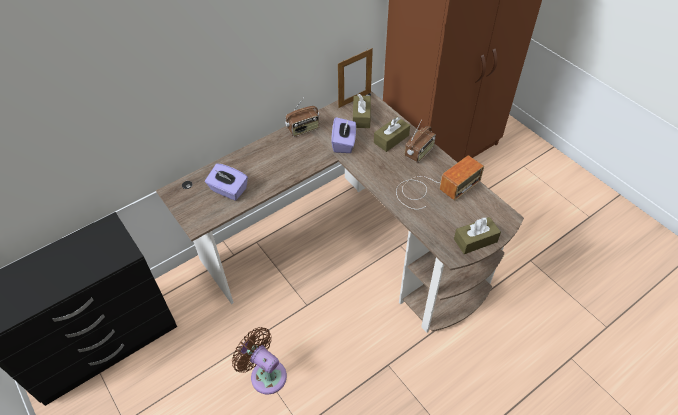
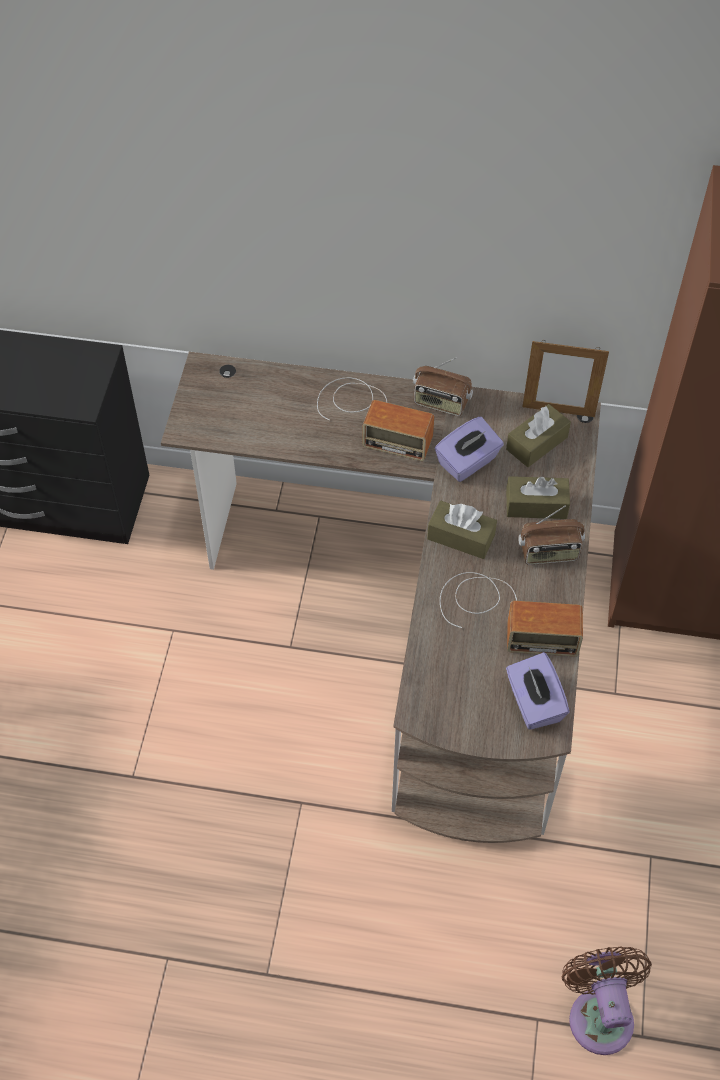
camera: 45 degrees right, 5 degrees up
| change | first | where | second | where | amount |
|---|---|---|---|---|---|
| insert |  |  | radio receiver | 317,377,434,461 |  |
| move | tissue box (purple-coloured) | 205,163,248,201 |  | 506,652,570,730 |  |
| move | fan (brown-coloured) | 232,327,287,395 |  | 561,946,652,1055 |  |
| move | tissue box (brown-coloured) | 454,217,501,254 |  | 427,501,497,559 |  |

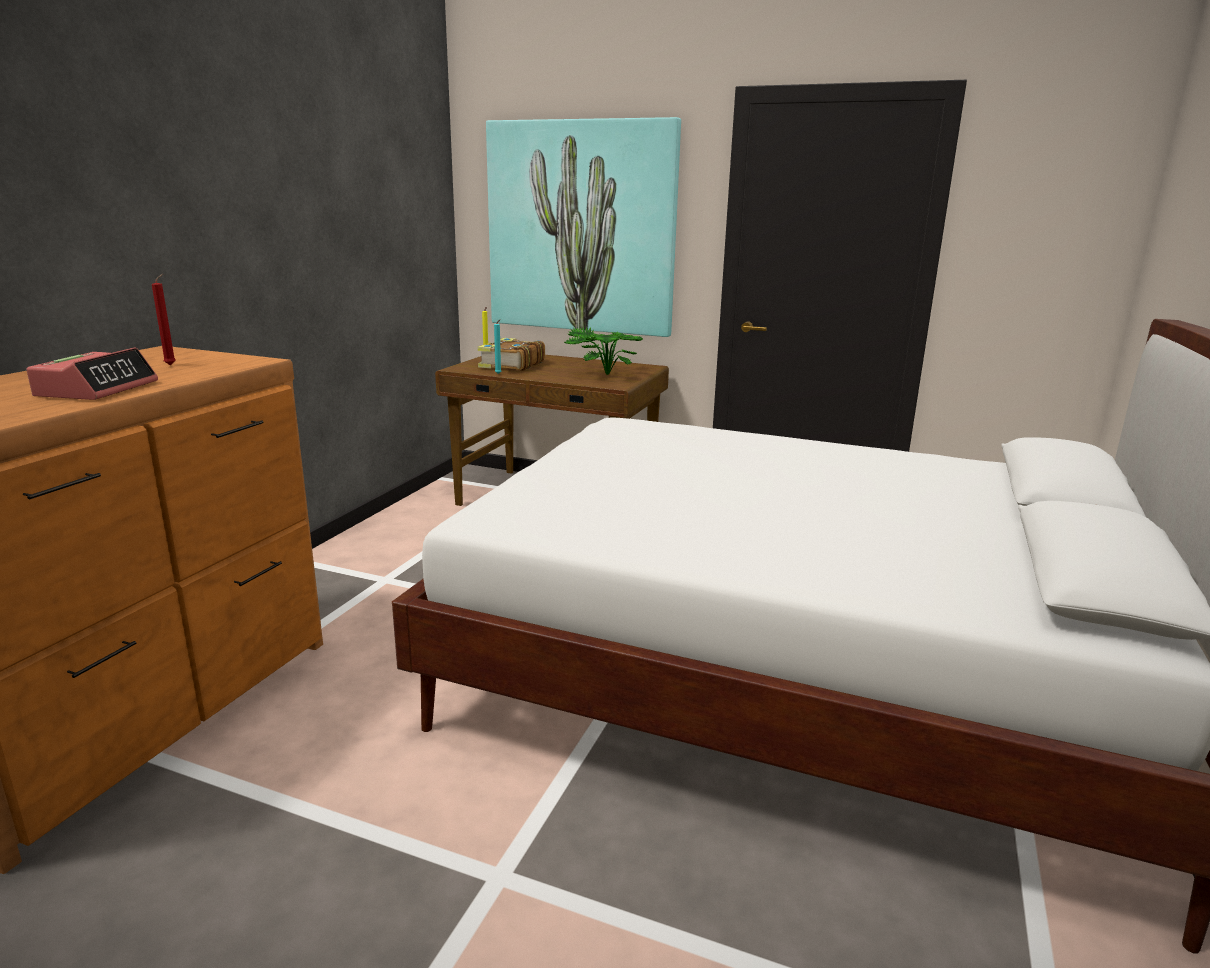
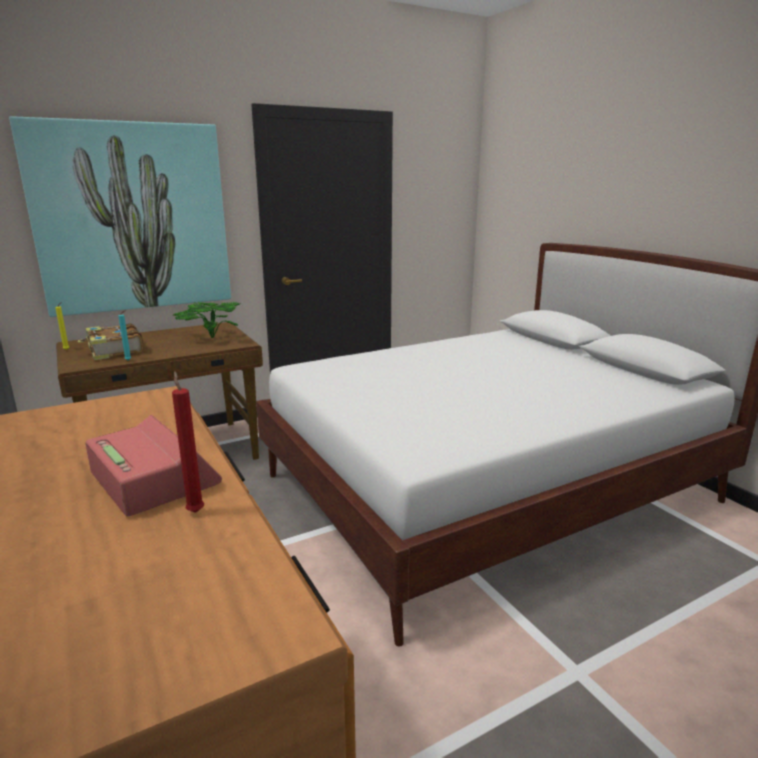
camera: 50 degrees left, 0 degrees up
| change | first | where | second | where | amount |
|---|---|---|---|---|---|
| move | candle (red) | 152,274,176,365 |  | 172,372,204,513 |  |

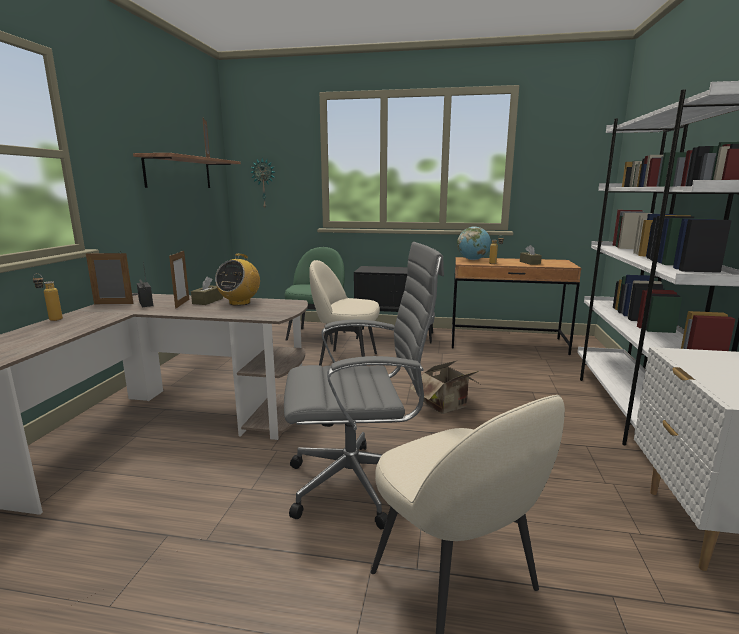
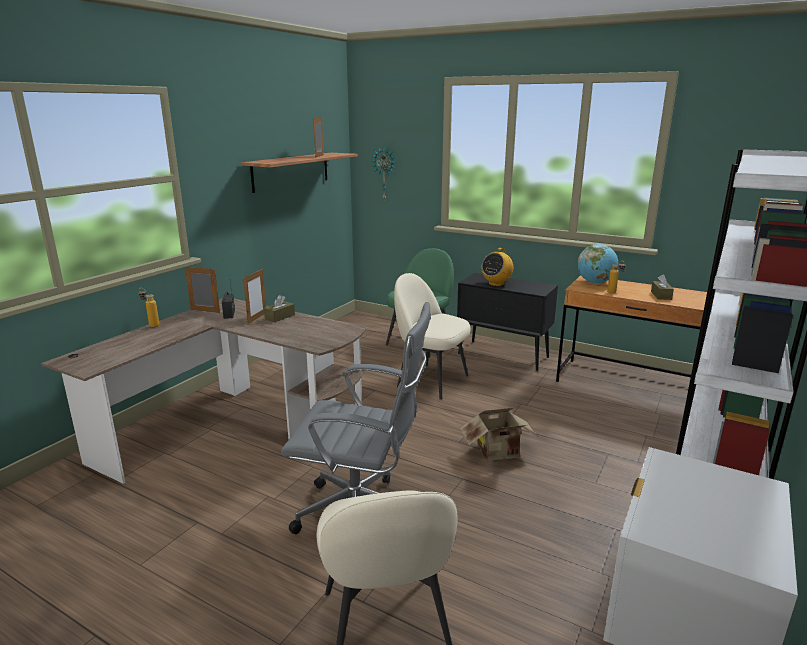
camera: 20 degrees right, 5 degrees up
| change | first | where | second | where | amount |
|---|---|---|---|---|---|
| move | radio receiver | 215,254,260,306 |  | 481,248,513,286 |  |

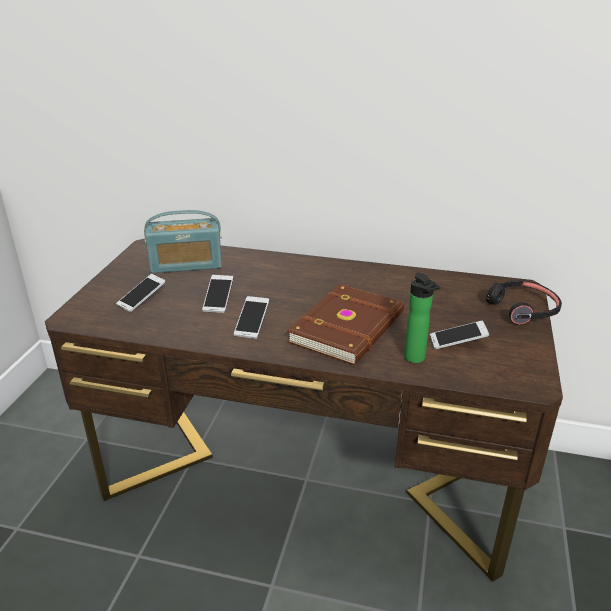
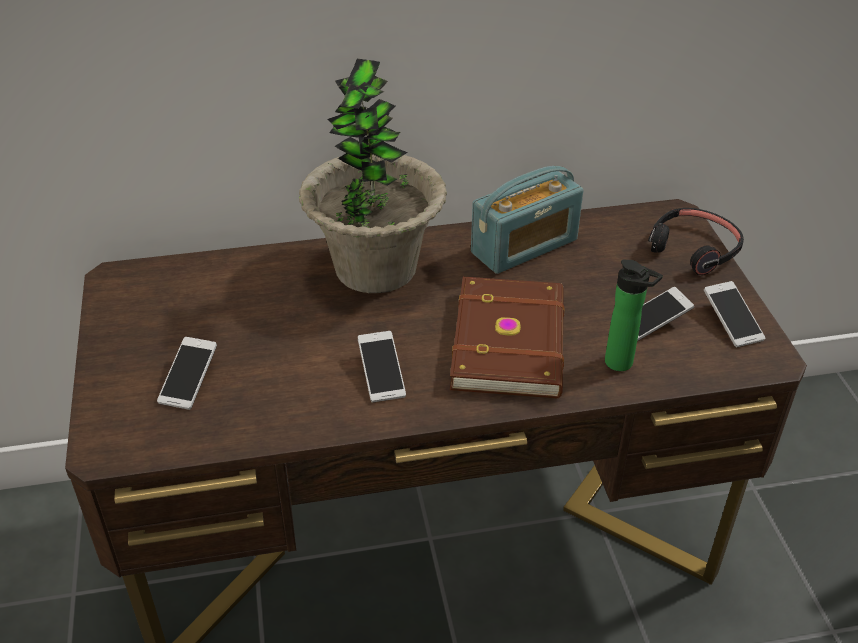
camera: 25 degrees left, 10 degrees up
| change | first | where | second | where | amount |
|---|---|---|---|---|---|
| insert |  |  | plant in a pot | 299,59,447,293 |  |
| move | radio receiver | 144,210,222,273 |  | 471,166,583,274 |  |
| move | handset | 202,275,233,313 |  | 704,281,765,347 |  |

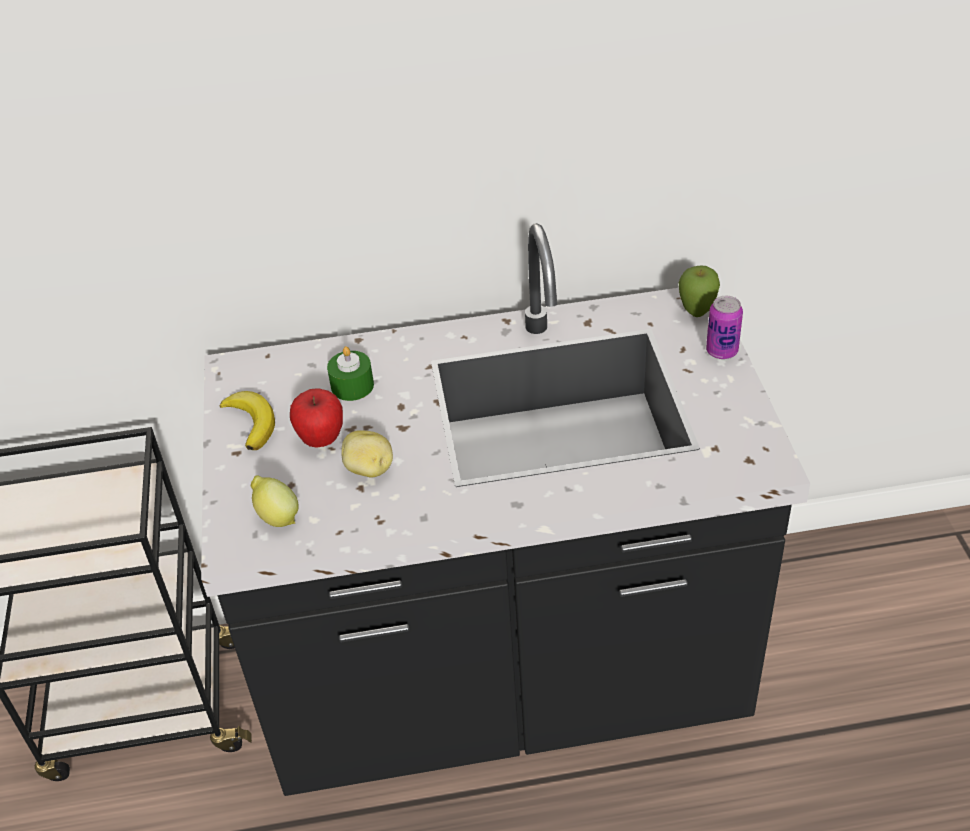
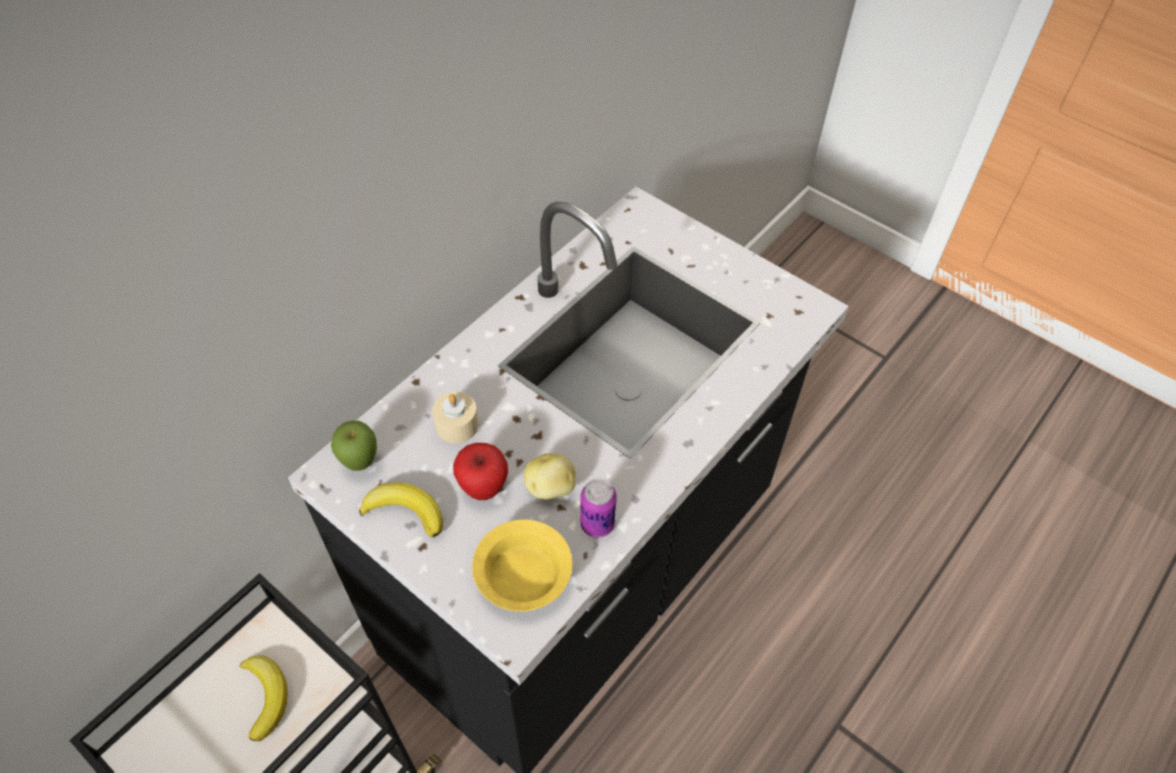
camera: 45 degrees left, 10 degrees up
| change | first | where | second | where | amount |
|---|---|---|---|---|---|
| insert |  |  | banana | 239,655,288,741 |  |
| move | whole apple | 678,265,720,317 |  | 331,421,377,471 |  |
| move | can | 706,296,743,359 |  | 580,479,617,538 |  |
| replace | whole lemon | 251,475,299,527 | serving bowl (yellowish) | 472,520,572,611 |  |
| recolor | candle (green-coloured) | 327,346,374,401 | candle (sand-coloured) | 432,392,479,443 |  |

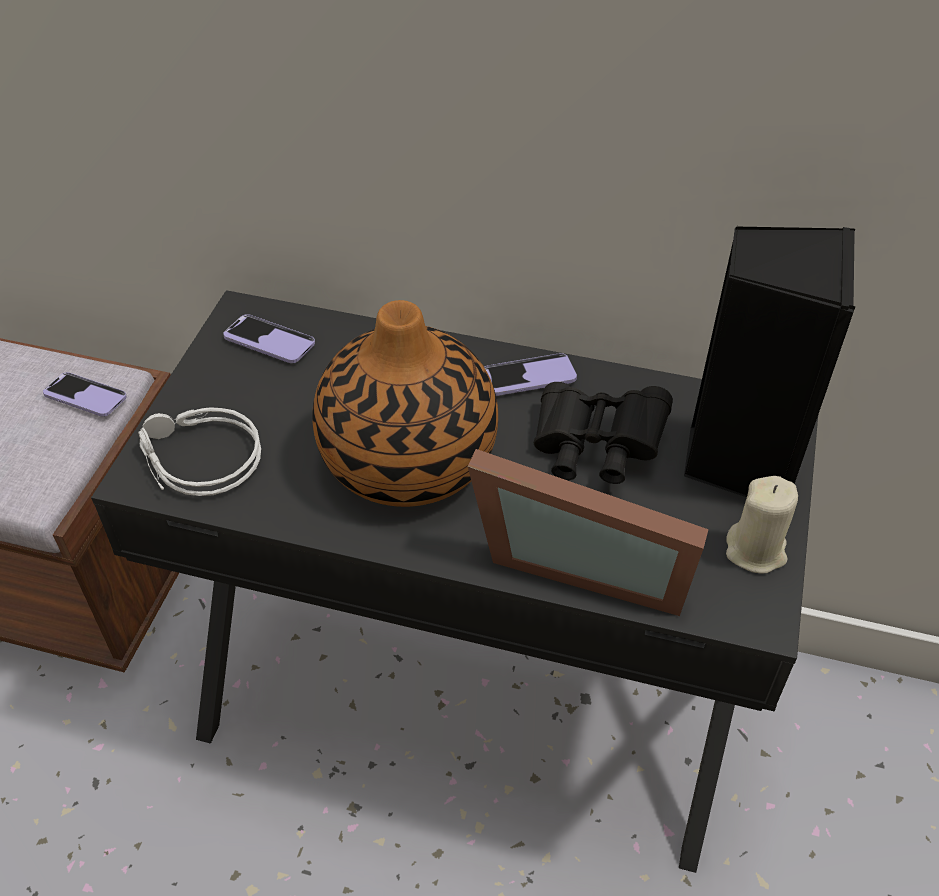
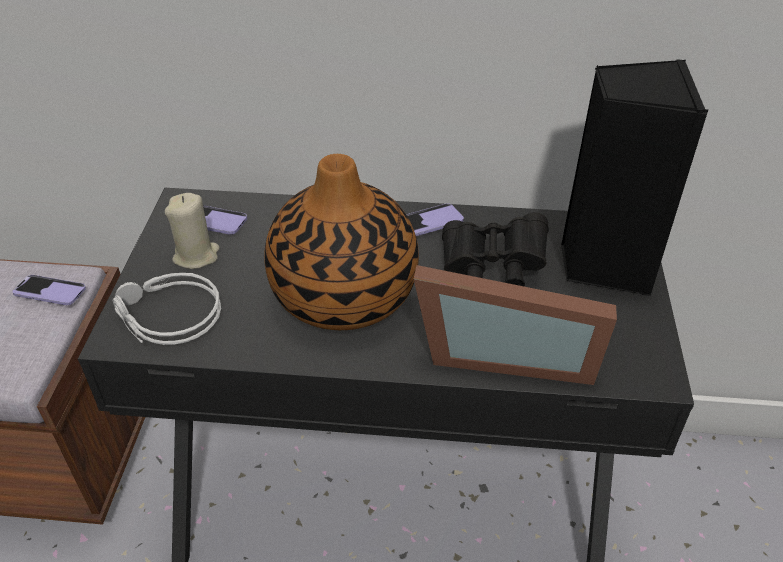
camera: 10 degrees left, 5 degrees down
| change | first | where | second | where | amount |
|---|---|---|---|---|---|
| move | candle (sand-coloured) | 726,476,798,573 |  | 165,193,220,269 |  |

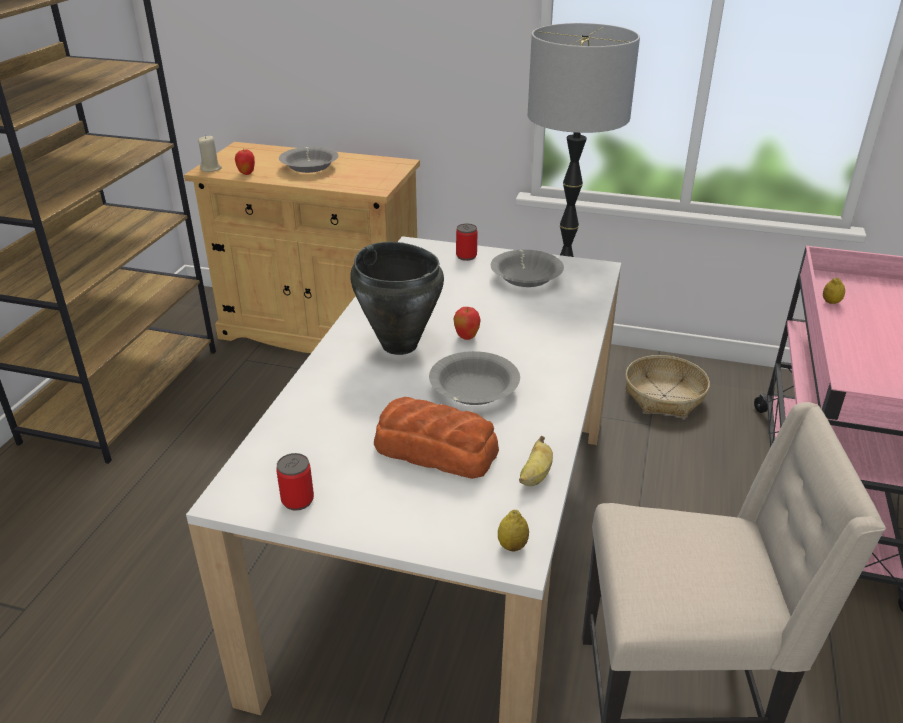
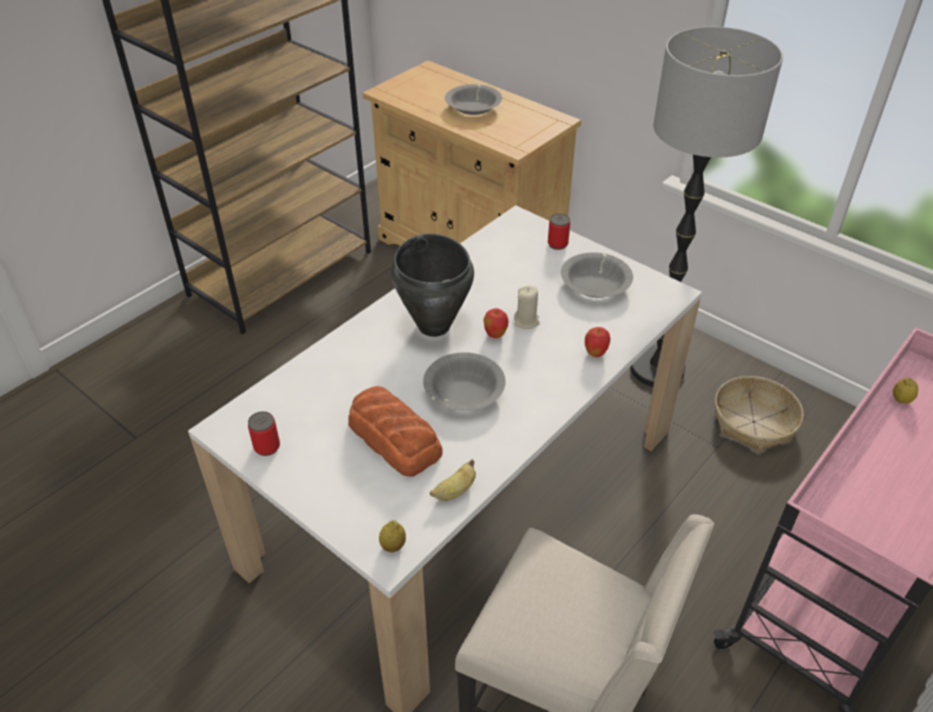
camera: 25 degrees right, 10 degrees up
| change | first | where | second | where | amount |
|---|---|---|---|---|---|
| move | candle (sand-coloured) | 198,135,222,172 |  | 514,286,540,329 |  |
| move | whole apple | 235,150,255,175 |  | 585,327,611,357 |  |

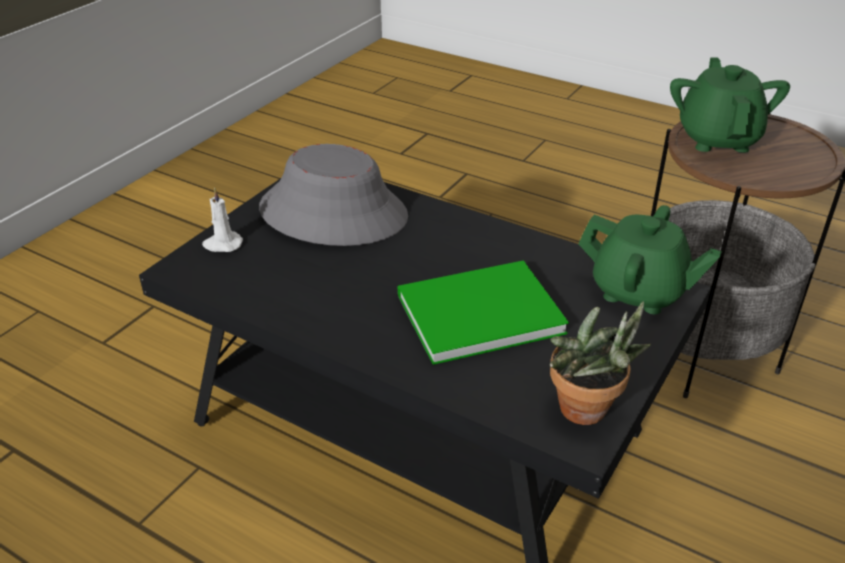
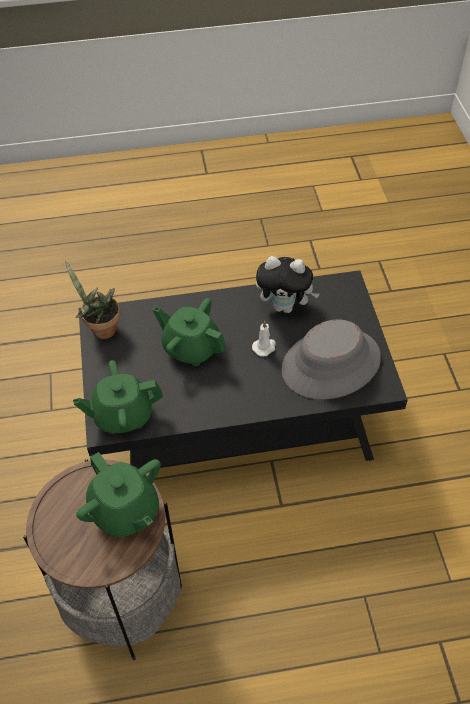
camera: 140 degrees right, 15 degrees up
| change | first | where | second | where | amount |
|---|---|---|---|---|---|
| insert |  |  | cuddly toy | 256,256,320,313 |  |
| move | candle (whitish) | 202,188,243,252 |  | 252,321,276,357 |  |
| replace | volume (green-coloured) | 398,260,569,365 | pot for tea (green-coloured) | 153,298,226,366 |  |

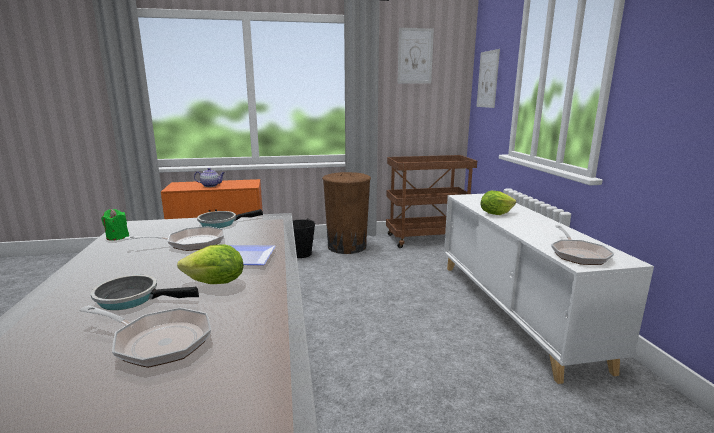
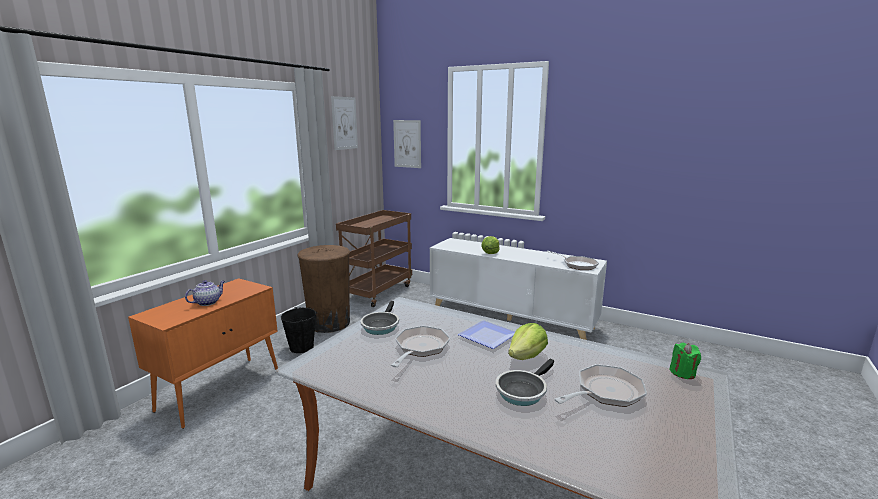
camera: 50 degrees left, 0 degrees up
| change | first | where | second | where | amount |
|---|---|---|---|---|---|
| move | candle (green-coloured) | 101,209,129,240 |  | 669,343,701,379 |  |

